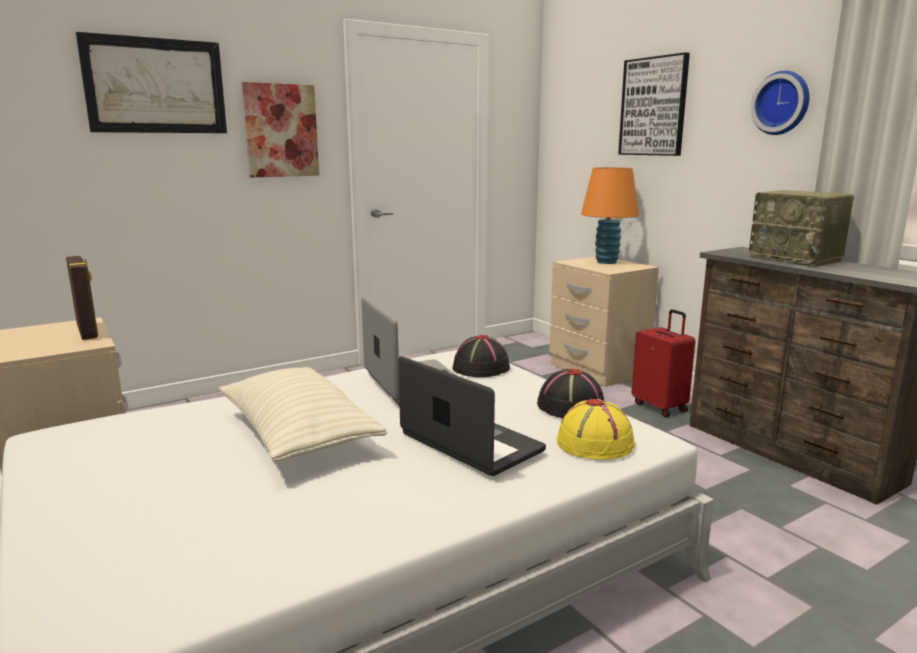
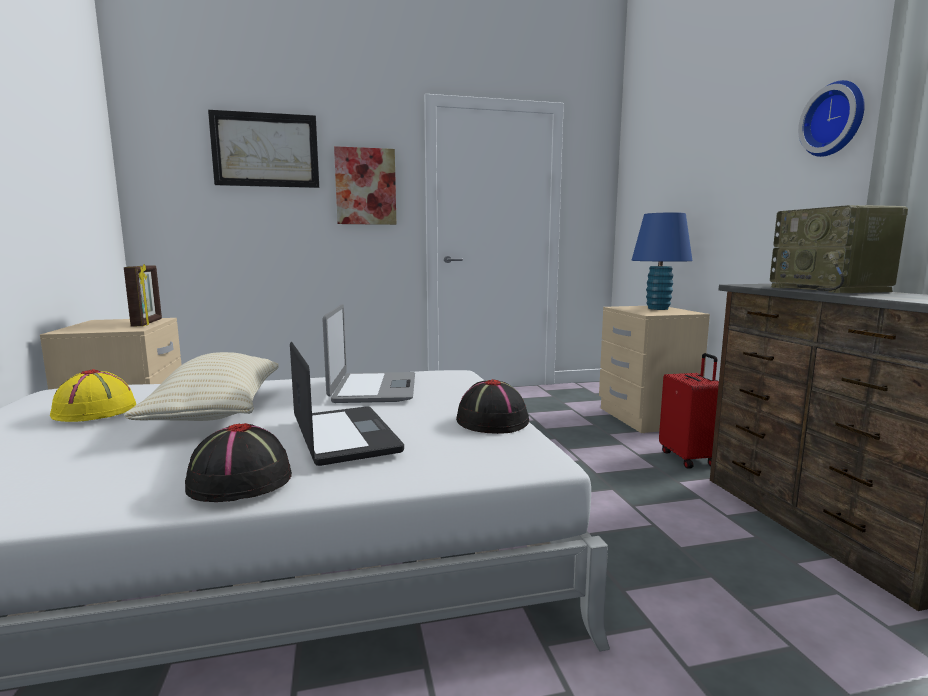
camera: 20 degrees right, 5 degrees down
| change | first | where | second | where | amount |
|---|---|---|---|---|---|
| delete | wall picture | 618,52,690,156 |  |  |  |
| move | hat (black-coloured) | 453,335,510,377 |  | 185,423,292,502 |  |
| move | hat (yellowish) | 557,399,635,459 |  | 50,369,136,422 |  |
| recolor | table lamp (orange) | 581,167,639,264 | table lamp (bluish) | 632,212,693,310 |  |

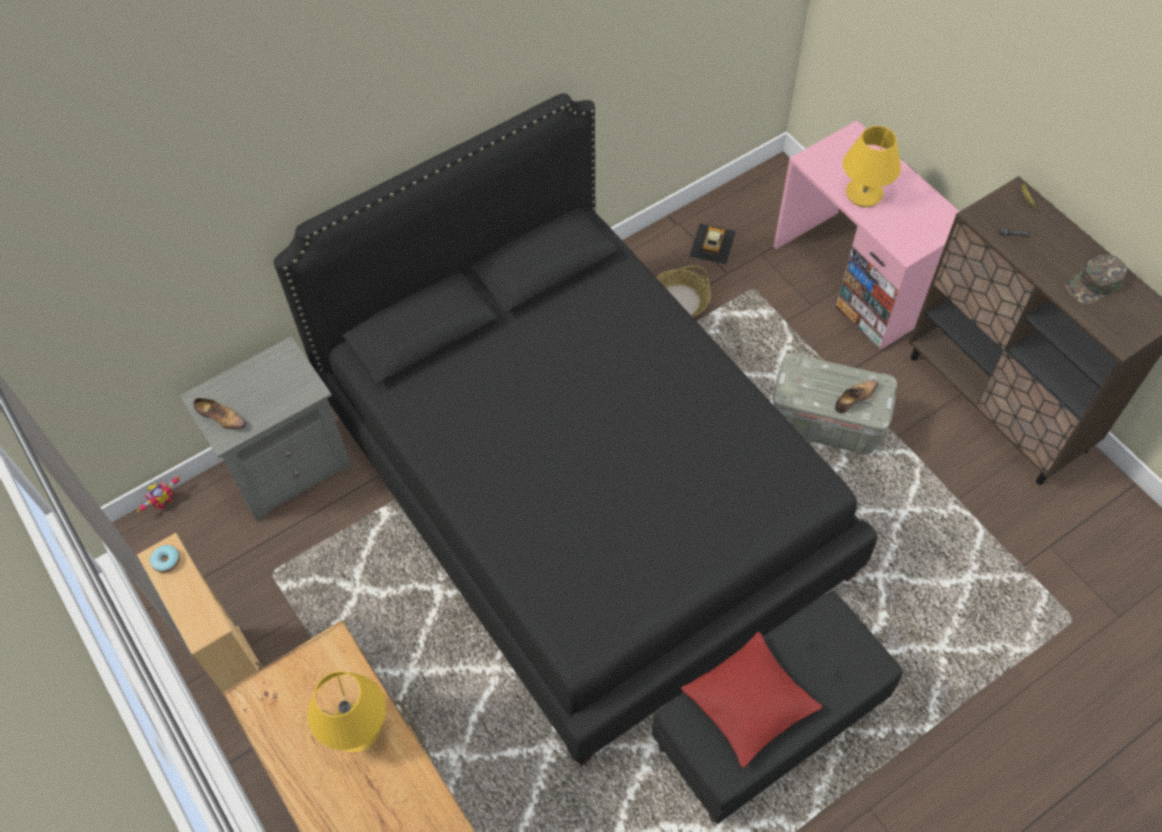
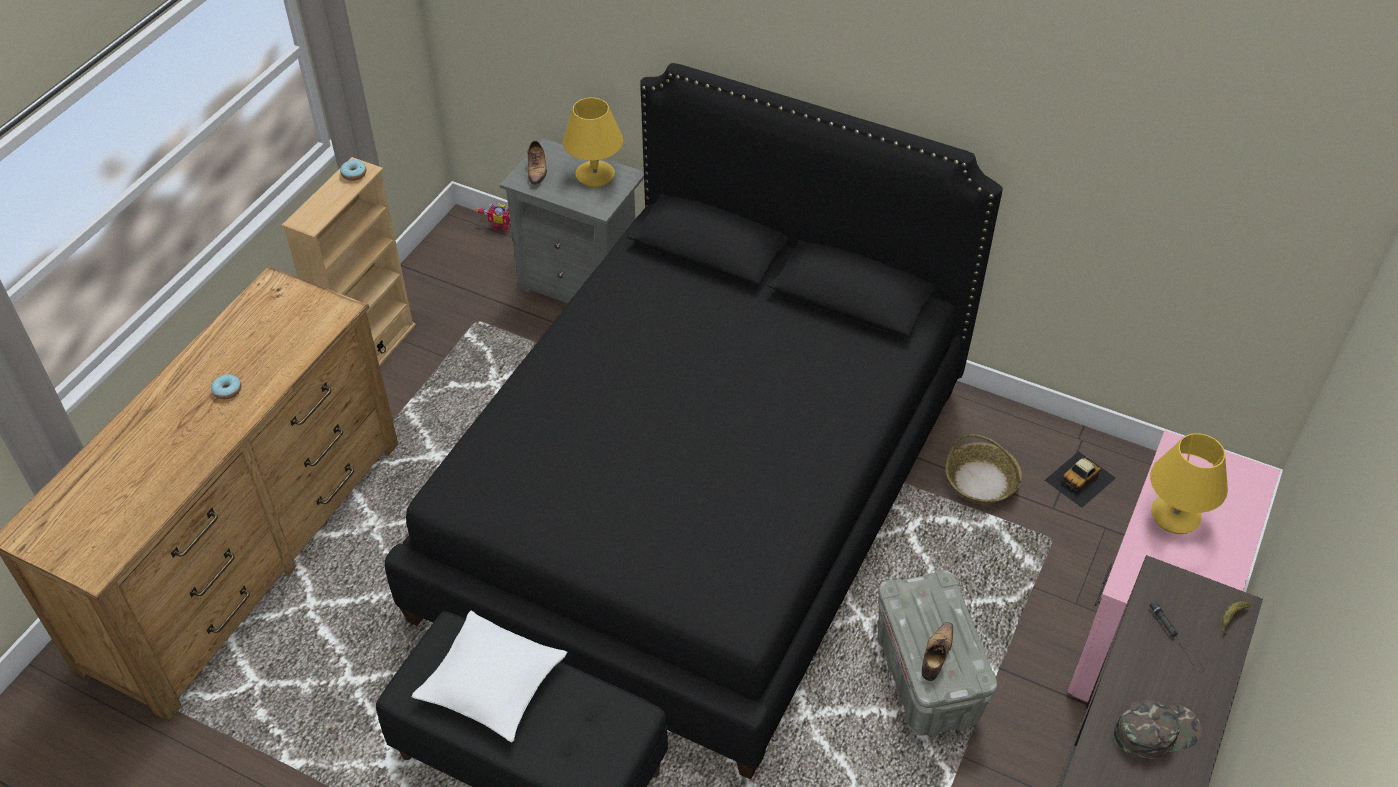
camera: 60 degrees right, 10 degrees down
| change | first | where | second | where | amount |
|---|---|---|---|---|---|
| insert |  |  | ring doughnut | 211,374,241,399 |  |
| move | table lamp (yellowish) | 308,671,386,752 |  | 563,97,623,187 |  |
| recolor | throw pillow (red) | 681,632,822,768 | throw pillow (whitish) | 412,611,567,742 |  |
| rotate | model car | 689,224,736,265 |  | 1045,452,1116,508 | 150 degrees clockwise |
| rotate | low shoe | 835,379,879,413 |  | 922,622,953,681 | 90 degrees counterclockwise |
| rotate | baseball cap (green-coloured) | 1065,254,1127,304 |  | 1114,700,1202,759 | 135 degrees clockwise |

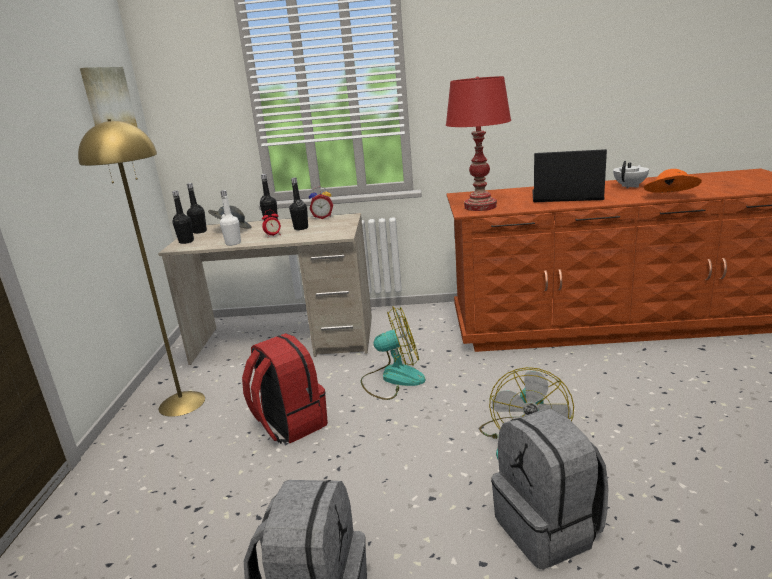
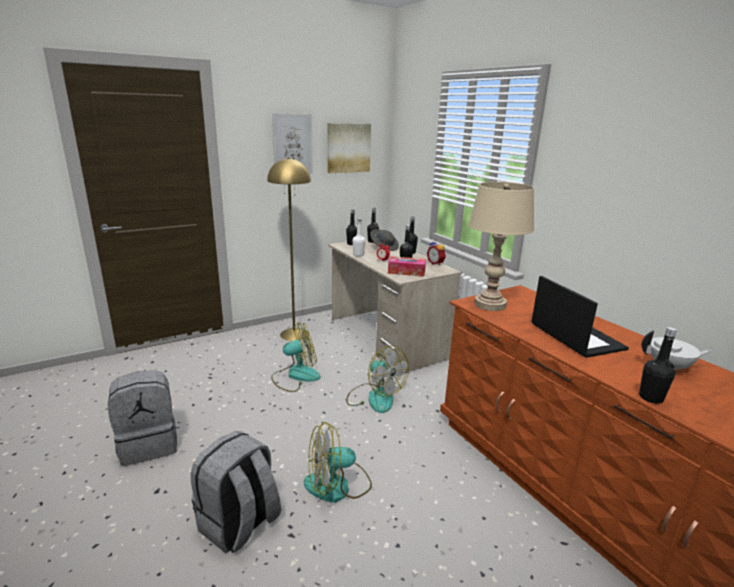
camera: 55 degrees right, 0 degrees up
| change | first | where | second | where | amount |
|---|---|---|---|---|---|
| insert |  |  | wall picture | 272,113,312,174 |  |
| insert |  |  | tissue box | 388,256,426,277 |  |
| replace | rucksack (red) | 242,333,328,444 | fan | 271,322,321,392 |  |
| replace | hat (orange) | 644,169,702,193 | drink bottle (black-coloured) | 639,327,677,404 |  |
| recolor | table lamp (red) | 446,76,511,211 | table lamp (sand-coloured) | 468,182,534,311 |  |

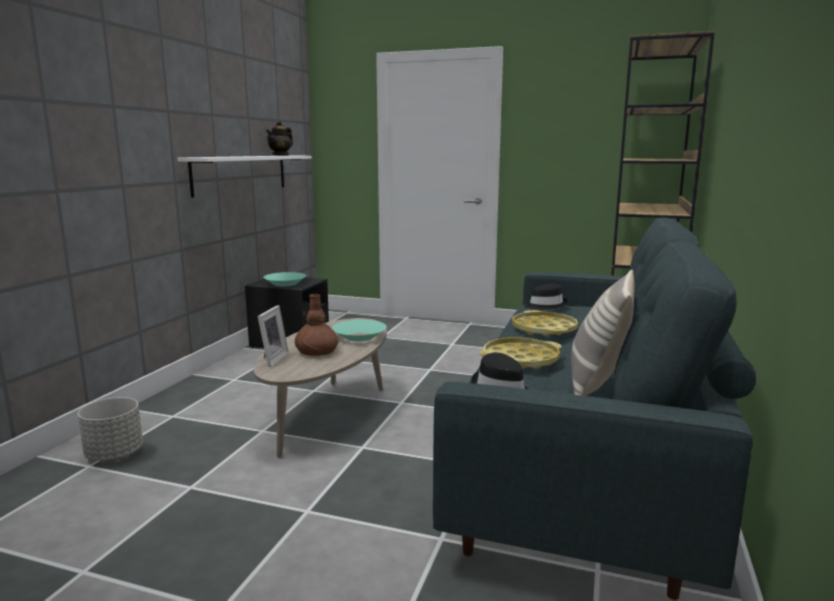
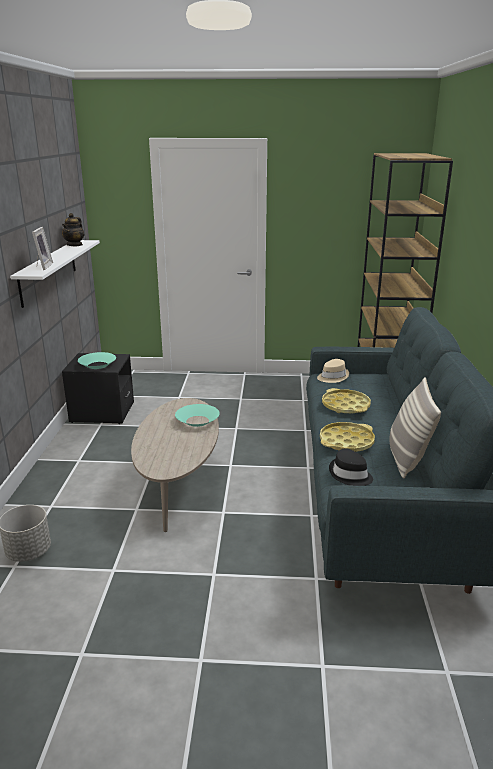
camera: 15 degrees left, 10 degrees up
| change | first | where | second | where | amount |
|---|---|---|---|---|---|
| delete | flower vase (brown-coloured) | 295,294,339,356 |  |  |  |
| move | standing frame | 257,305,289,367 |  | 32,227,53,270 |  |
| recolor | hat (black-coloured) | 525,283,567,310 | hat (sand-coloured) | 317,359,349,383 |  |

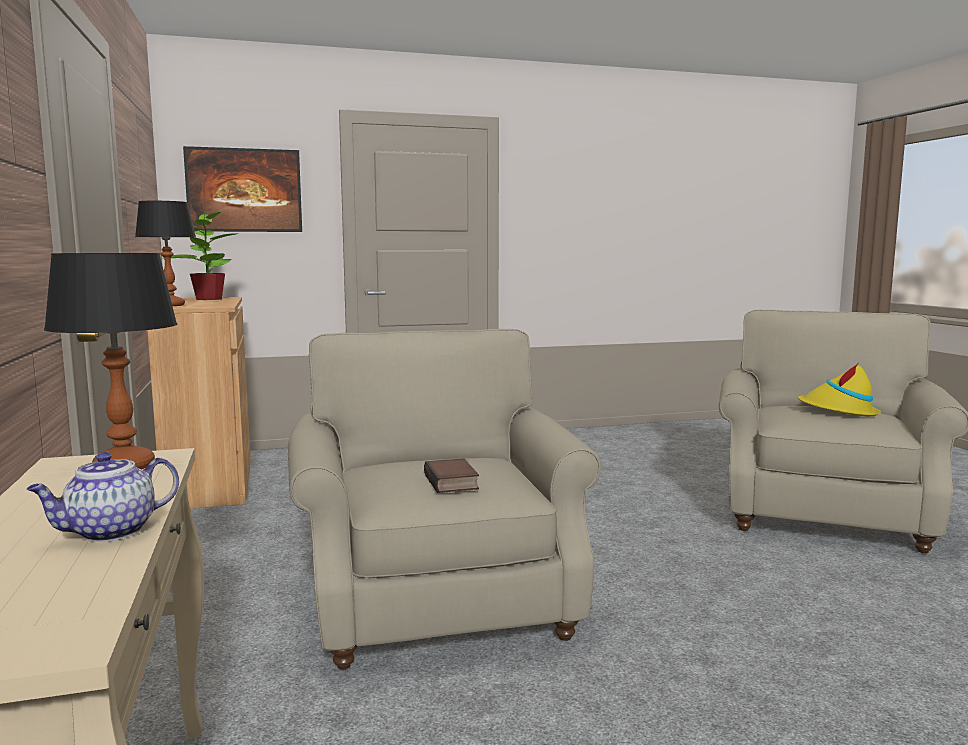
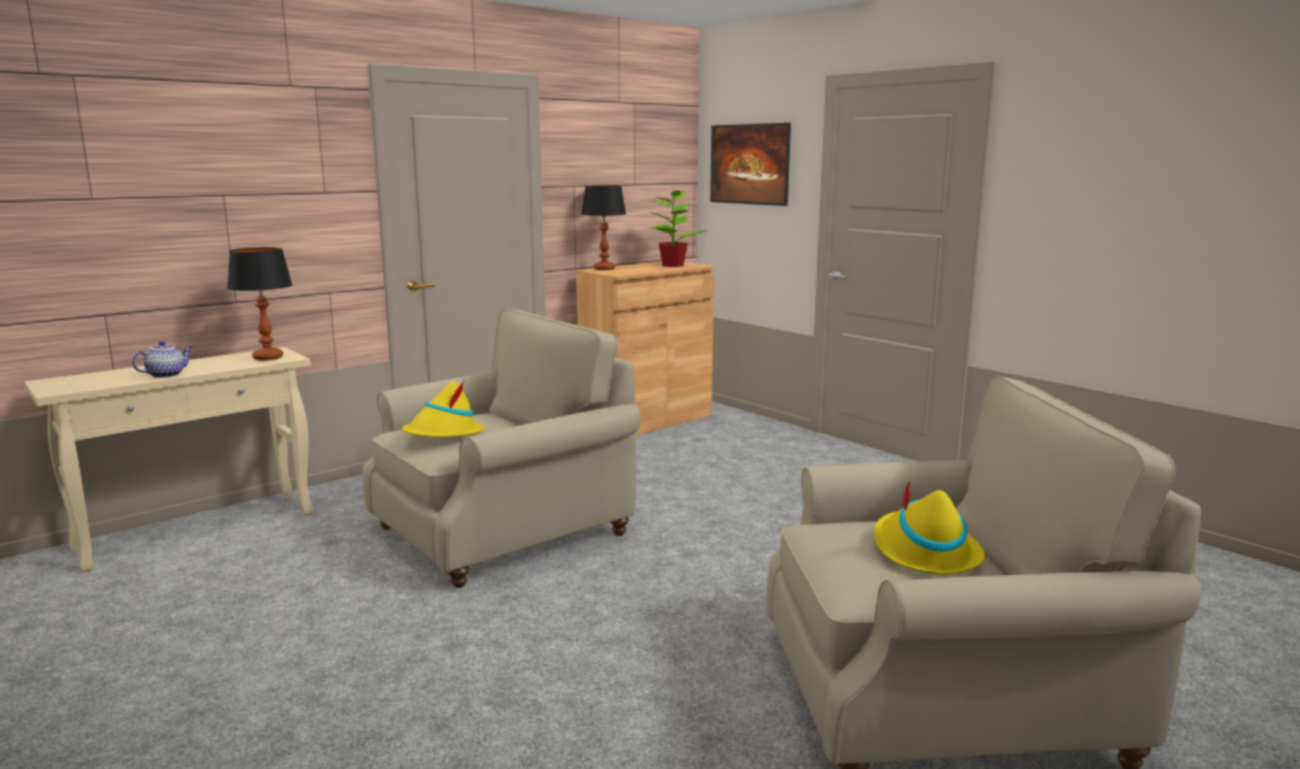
camera: 65 degrees right, 5 degrees up
| change | first | where | second | where | amount |
|---|---|---|---|---|---|
| replace | volume | 424,458,479,493 | hat (yellowish) | 402,379,484,437 |  |
| rotate | pot for tea | 27,452,179,542 |  | 132,341,192,378 | 105 degrees clockwise |

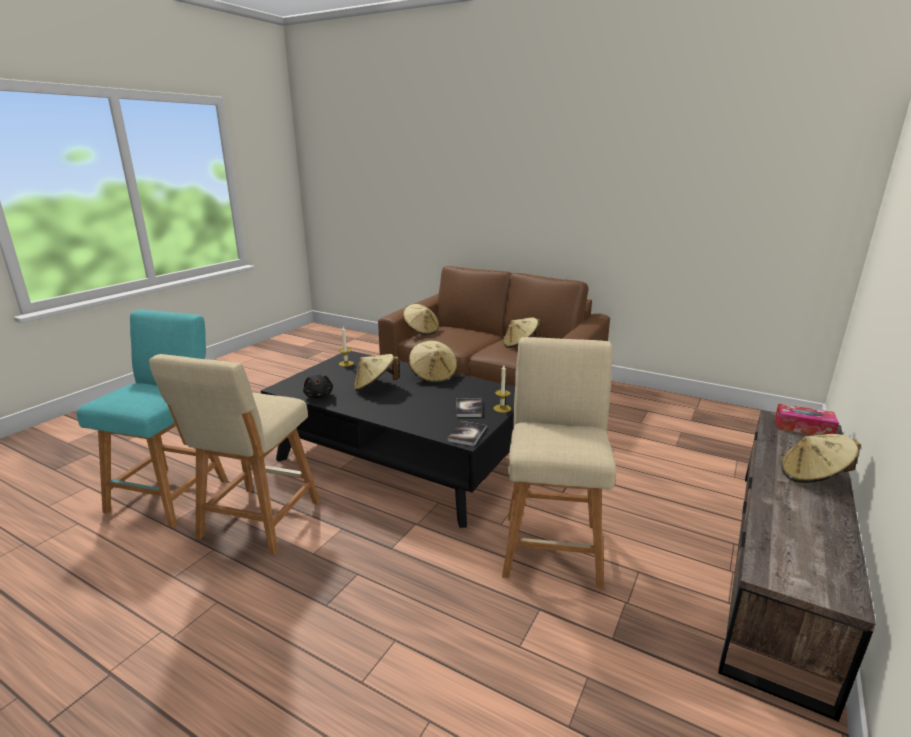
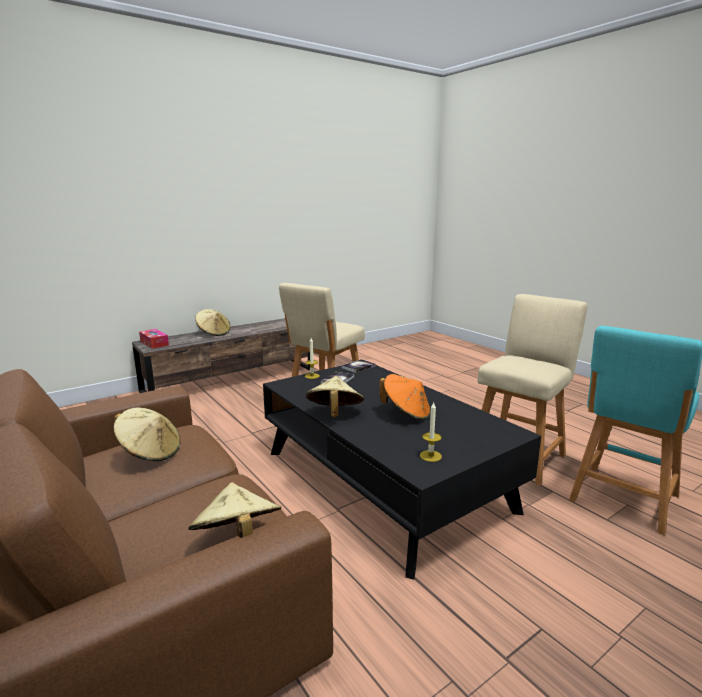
camera: 155 degrees left, 5 degrees down
| change | first | where | second | where | amount |
|---|---|---|---|---|---|
| delete | cuddly toy (black-coloured) | 303,375,333,399 |  |  |  |
| recolor | hat (sand-coloured) | 354,354,400,392 | hat (orange) | 379,374,431,420 |  |

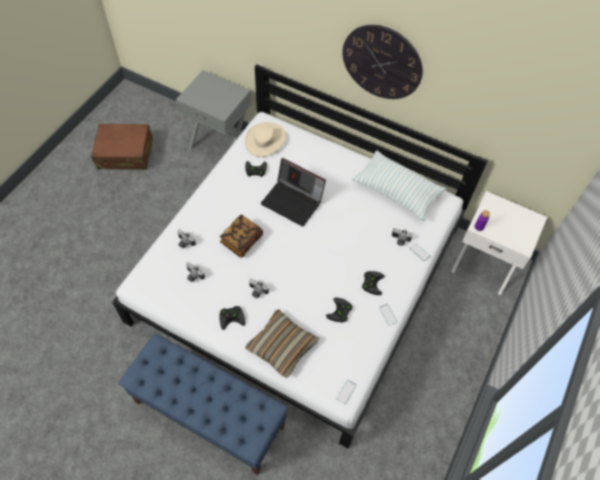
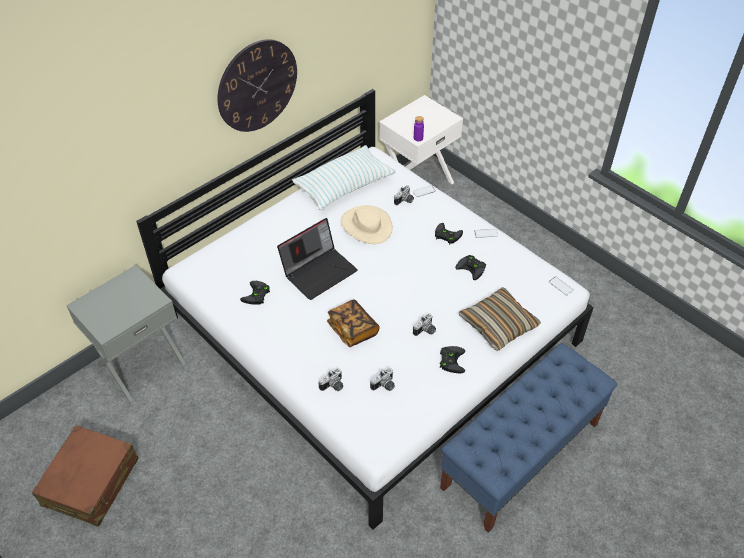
camera: 70 degrees left, 10 degrees down
| change | first | where | second | where | amount |
|---|---|---|---|---|---|
| move | hat (sand-coloured) | 245,122,287,157 |  | 341,205,393,244 |  |

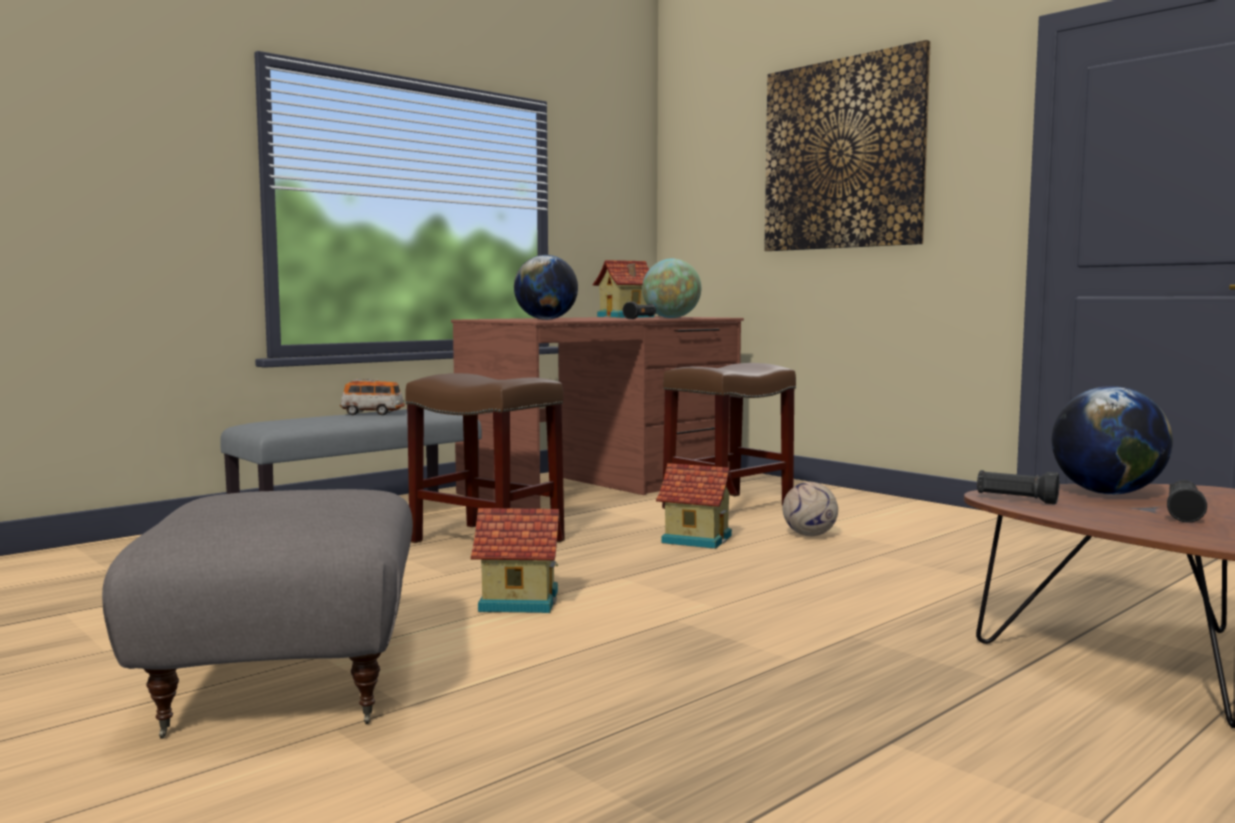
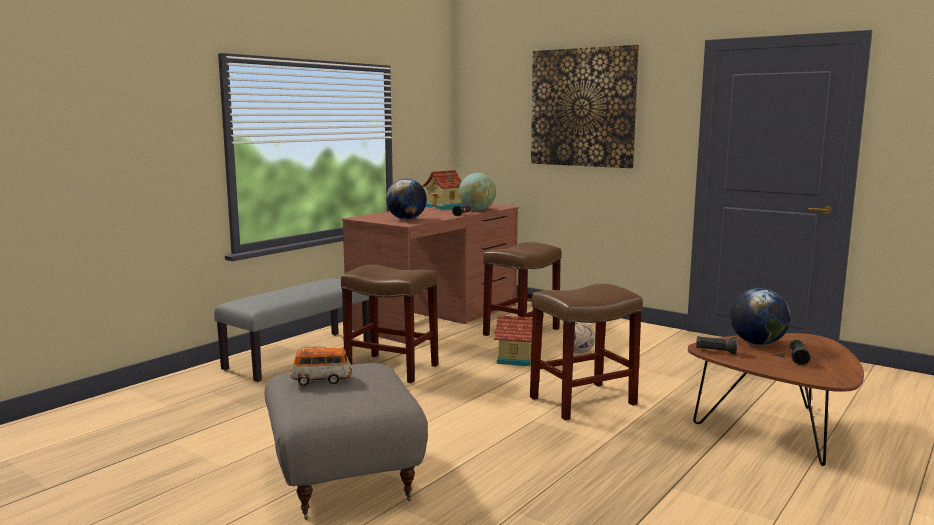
camera: 10 degrees left, 5 degrees up
| change | first | where | second | where | amount |
|---|---|---|---|---|---|
| delete | toy house | 471,508,563,613 |  |  |  |
| insert |  |  | sitting stool (brown-coloured) | 530,283,643,421 |  |
| move | model car | 340,379,405,415 |  | 290,346,352,386 |  |

